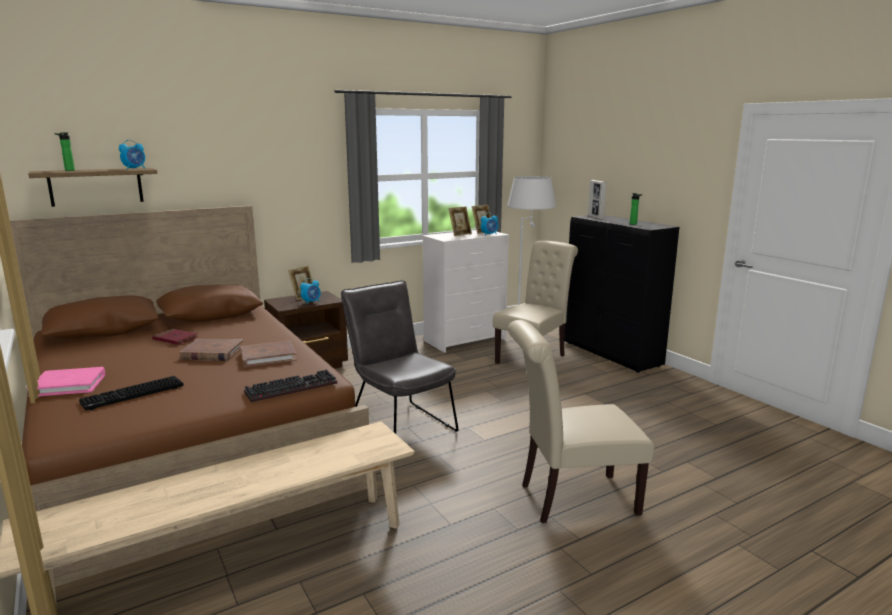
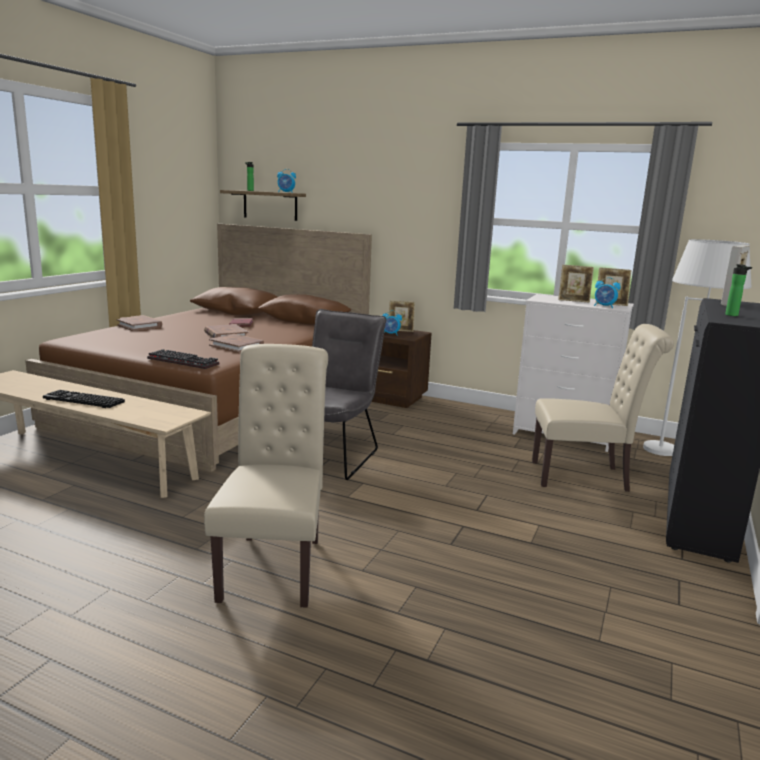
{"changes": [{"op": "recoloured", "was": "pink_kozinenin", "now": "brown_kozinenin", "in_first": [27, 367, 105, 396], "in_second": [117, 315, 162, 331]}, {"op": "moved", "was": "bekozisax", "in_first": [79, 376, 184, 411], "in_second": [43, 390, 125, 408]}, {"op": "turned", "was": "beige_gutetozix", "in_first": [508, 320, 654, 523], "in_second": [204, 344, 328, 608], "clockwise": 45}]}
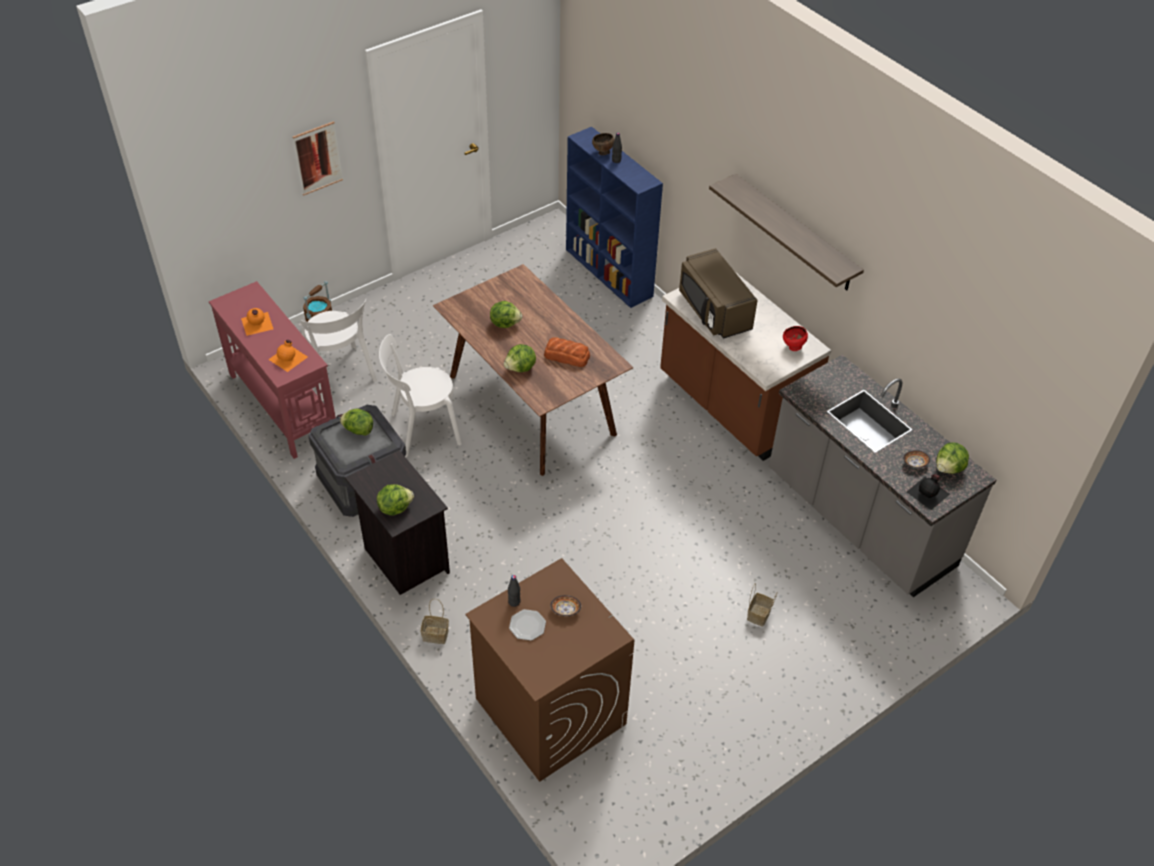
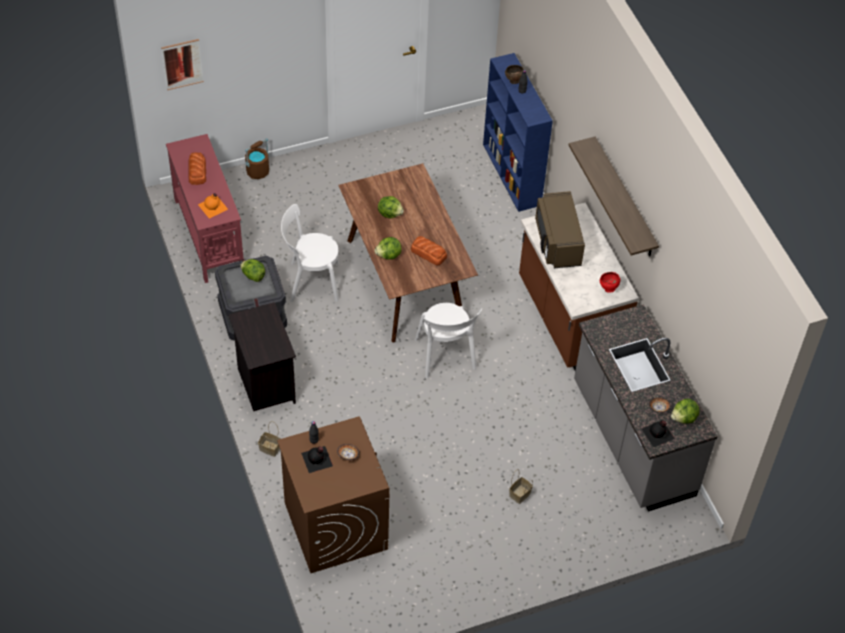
{"changes": [{"op": "replaced", "was": "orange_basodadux", "now": "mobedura", "in_first": [241, 308, 273, 336], "in_second": [188, 152, 206, 185]}, {"op": "moved", "was": "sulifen", "in_first": [292, 121, 343, 196], "in_second": [161, 39, 204, 90]}, {"op": "moved", "was": "white_gutetozix", "in_first": [300, 299, 378, 401], "in_second": [415, 303, 482, 378]}, {"op": "removed", "was": "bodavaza", "in_first": [377, 484, 414, 515]}, {"op": "replaced", "was": "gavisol", "now": "black_basodadux", "in_first": [509, 609, 546, 641], "in_second": [301, 446, 333, 473]}]}
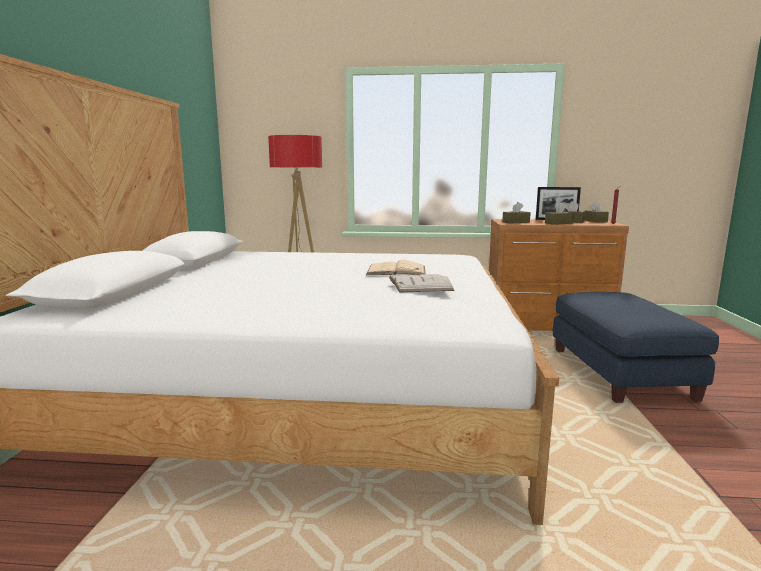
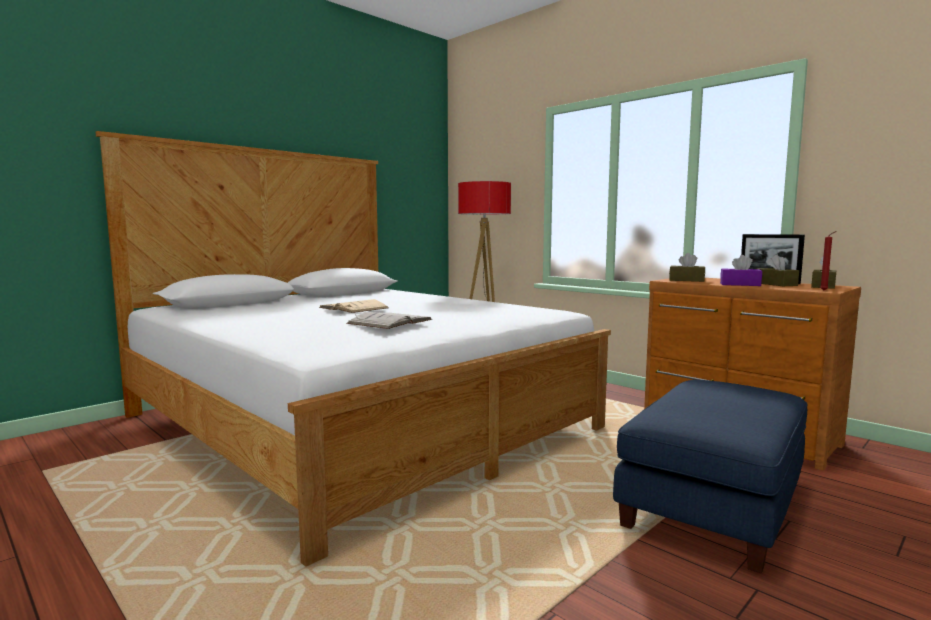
{"changes": [{"op": "moved", "was": "beige_kozinenin", "in_first": [366, 260, 426, 275], "in_second": [319, 299, 388, 313]}, {"op": "recoloured", "was": "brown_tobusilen", "now": "purple_tobusilen", "in_first": [545, 202, 574, 225], "in_second": [720, 255, 762, 286]}]}
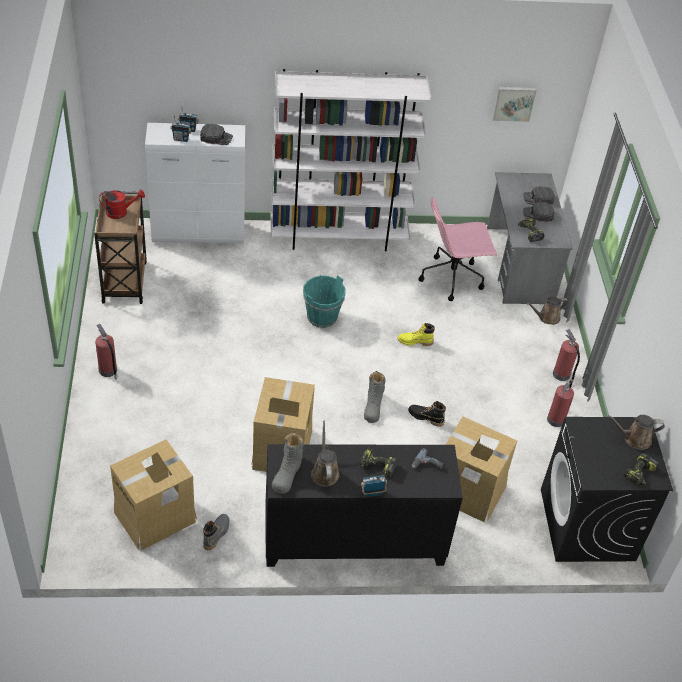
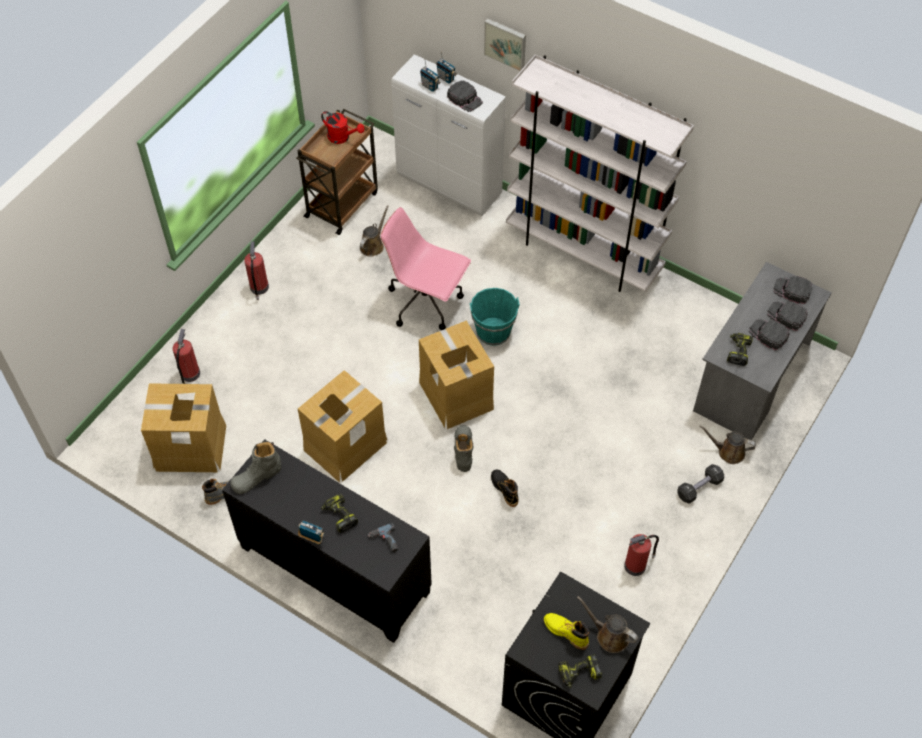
{"changes": [{"op": "moved", "was": "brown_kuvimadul", "in_first": [311, 421, 339, 487], "in_second": [360, 205, 389, 257]}, {"op": "turned", "was": "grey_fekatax", "in_first": [364, 371, 386, 423], "in_second": [454, 425, 473, 472], "clockwise": 135}, {"op": "moved", "was": "yellow_fekatax", "in_first": [397, 323, 435, 346], "in_second": [544, 613, 589, 650]}, {"op": "moved", "was": "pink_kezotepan", "in_first": [419, 196, 497, 301], "in_second": [381, 207, 471, 330]}, {"op": "moved", "was": "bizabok", "in_first": [445, 416, 517, 522], "in_second": [419, 320, 494, 429]}, {"op": "moved", "was": "sulifen", "in_first": [492, 87, 537, 122], "in_second": [484, 18, 526, 71]}, {"op": "moved", "was": "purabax", "in_first": [553, 329, 580, 384], "in_second": [173, 329, 200, 384]}, {"op": "added", "now": "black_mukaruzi", "in_second": [678, 464, 724, 504]}, {"op": "added", "now": "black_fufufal", "in_second": [773, 276, 813, 304]}]}
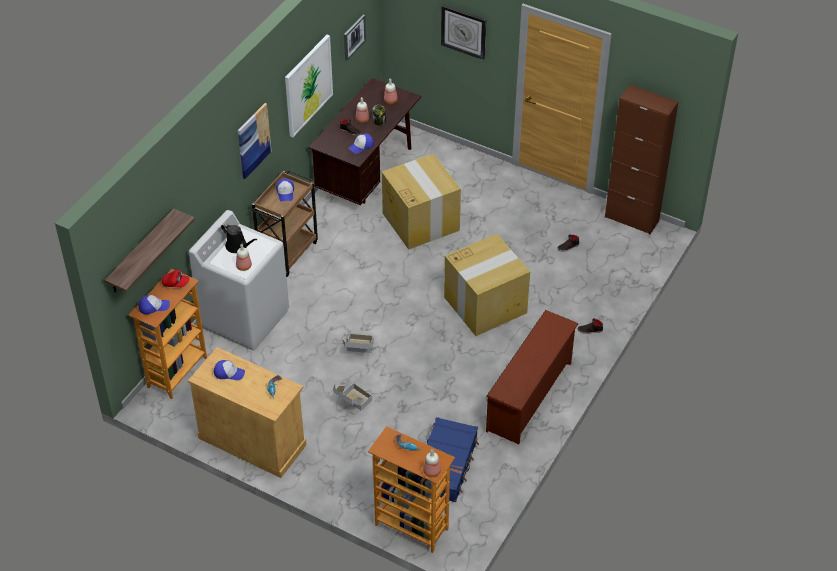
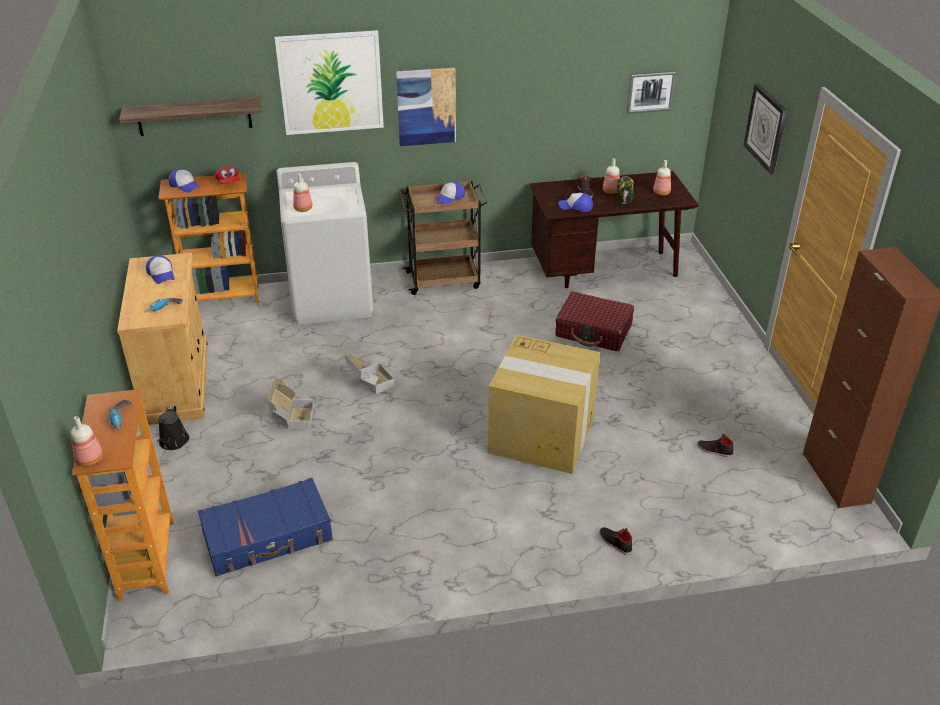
{"changes": [{"op": "moved", "was": "black_kuvimadul", "in_first": [221, 223, 258, 253], "in_second": [157, 405, 189, 450]}, {"op": "moved", "was": "sulifen", "in_first": [285, 35, 333, 137], "in_second": [275, 30, 384, 135]}, {"op": "replaced", "was": "bizabok", "now": "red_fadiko", "in_first": [382, 154, 461, 250], "in_second": [555, 291, 634, 351]}, {"op": "removed", "was": "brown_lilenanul", "in_first": [486, 310, 579, 444]}]}
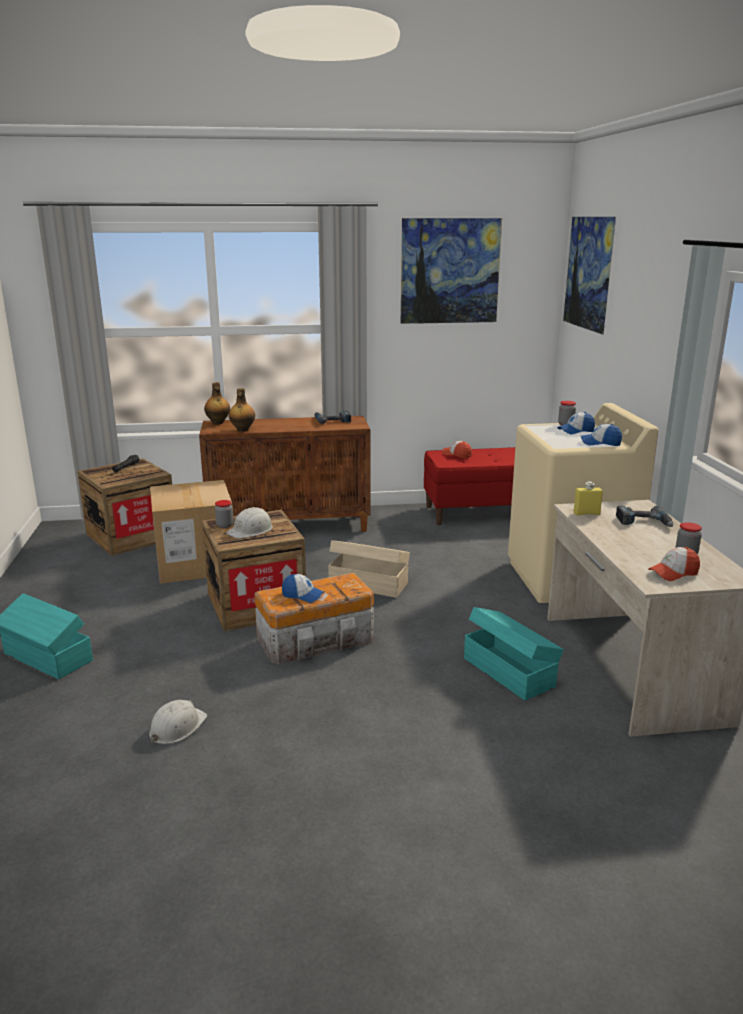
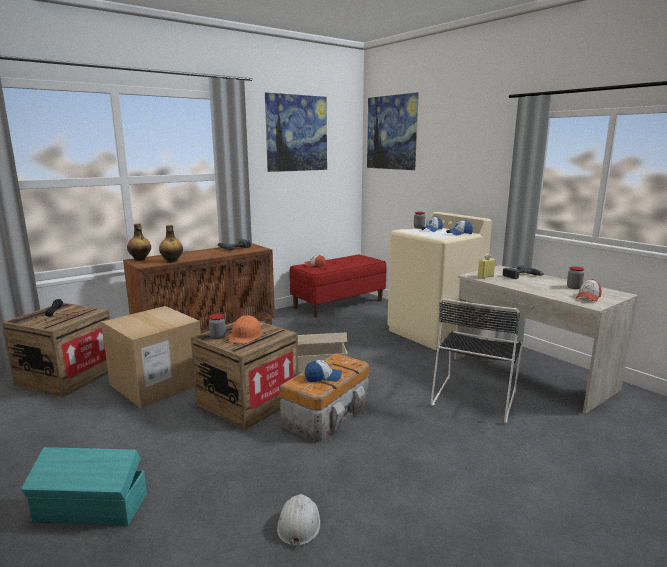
{"changes": [{"op": "recoloured", "was": "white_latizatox", "now": "orange_latizatox", "in_first": [227, 507, 273, 538], "in_second": [229, 315, 263, 343]}, {"op": "replaced", "was": "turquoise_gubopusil", "now": "black_gutetozix", "in_first": [464, 607, 564, 701], "in_second": [431, 298, 523, 423]}]}
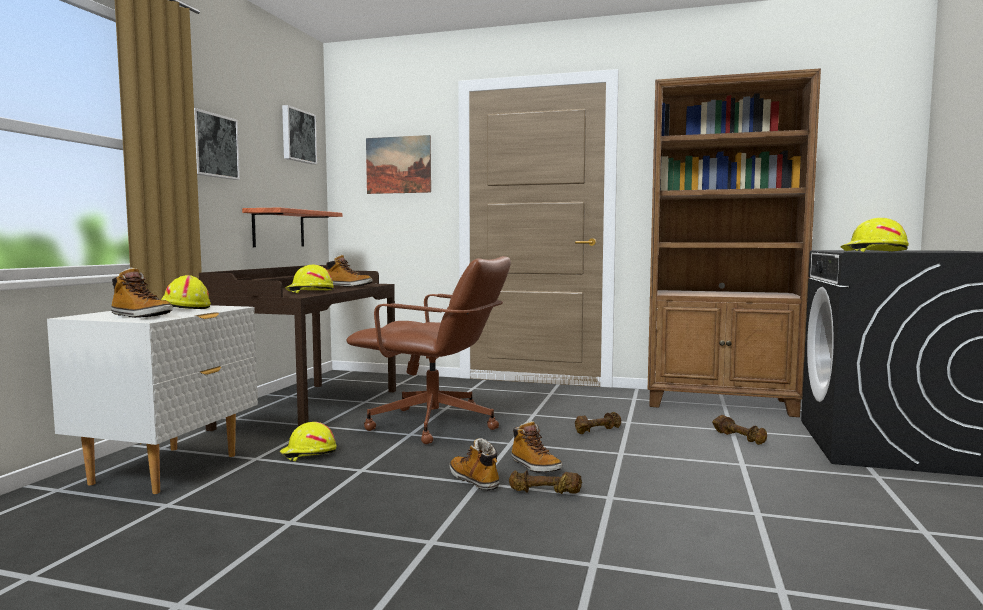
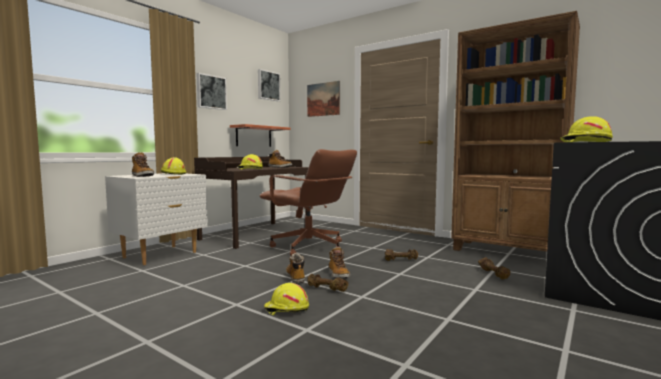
{"changes": [{"op": "moved", "was": "yellow_latizatox", "in_first": [279, 422, 337, 461], "in_second": [264, 283, 309, 315]}]}
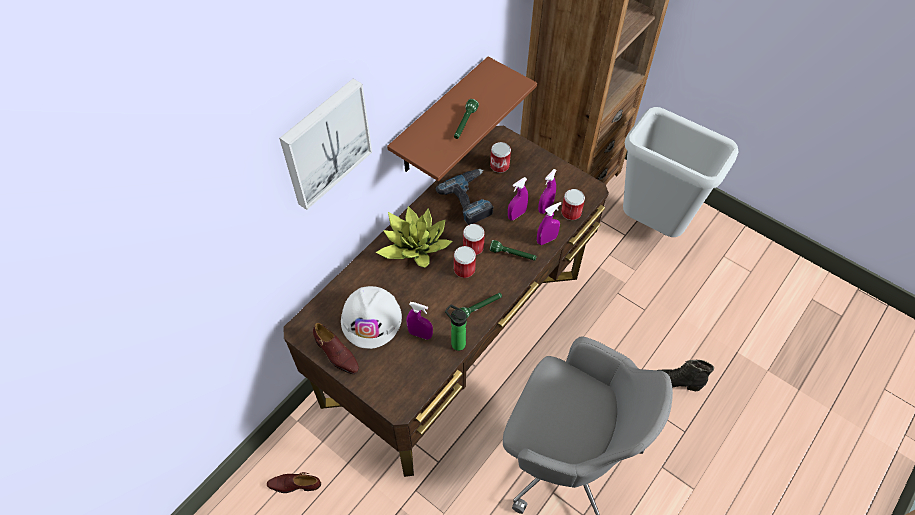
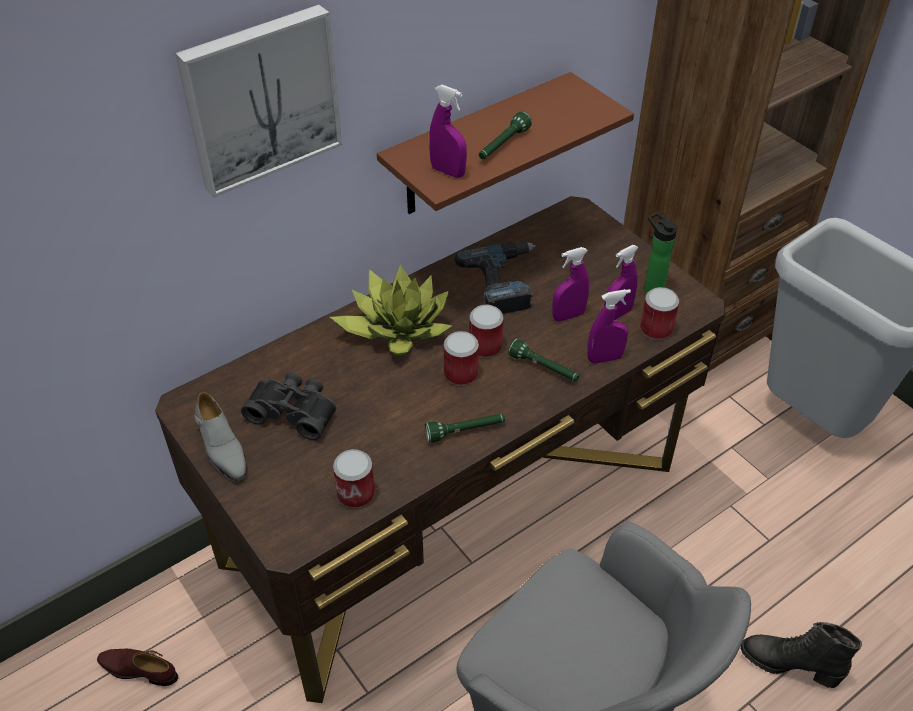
{"changes": [{"op": "recoloured", "was": "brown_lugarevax", "now": "grey_lugarevax", "in_first": [313, 323, 359, 374], "in_second": [194, 392, 247, 481]}, {"op": "replaced", "was": "white_latizatox", "now": "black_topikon", "in_first": [341, 286, 402, 349], "in_second": [241, 373, 336, 440]}, {"op": "moved", "was": "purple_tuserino", "in_first": [407, 302, 433, 340], "in_second": [429, 85, 467, 178]}, {"op": "moved", "was": "basodadux", "in_first": [445, 304, 467, 351], "in_second": [644, 212, 677, 294]}, {"op": "moved", "was": "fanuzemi", "in_first": [490, 142, 511, 173], "in_second": [333, 449, 375, 508]}]}
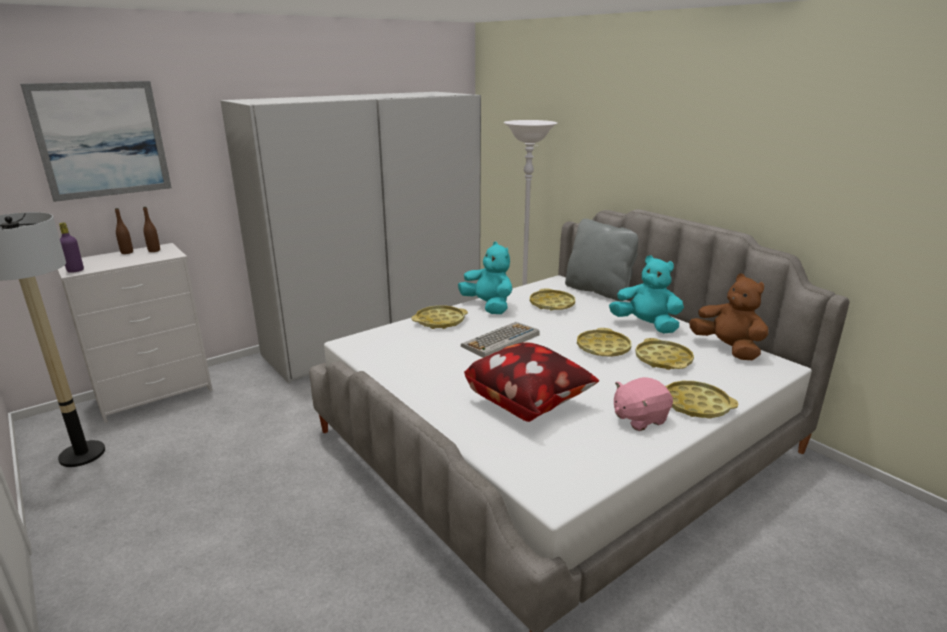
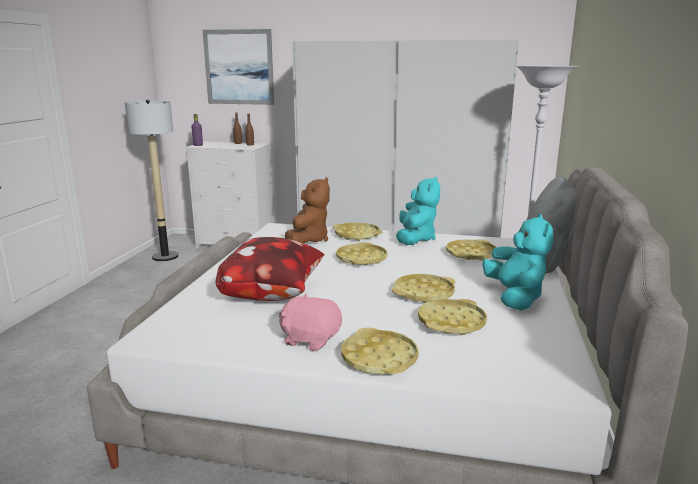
{"changes": [{"op": "replaced", "was": "bekozisax", "now": "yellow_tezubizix", "in_first": [461, 322, 540, 358], "in_second": [336, 242, 388, 265]}, {"op": "moved", "was": "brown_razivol", "in_first": [689, 274, 768, 360], "in_second": [285, 177, 330, 243]}]}
